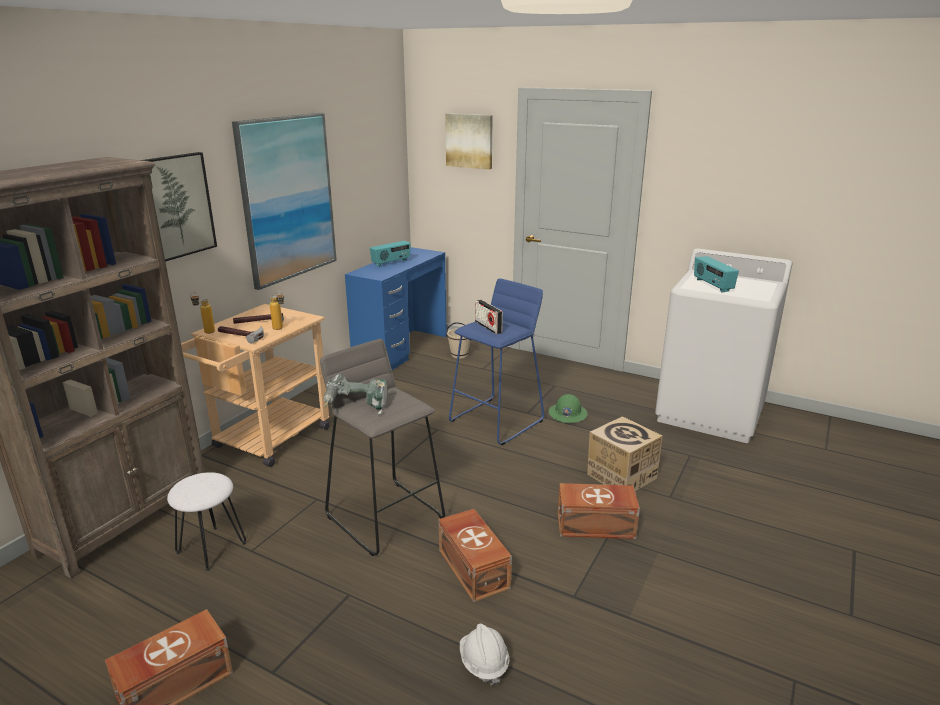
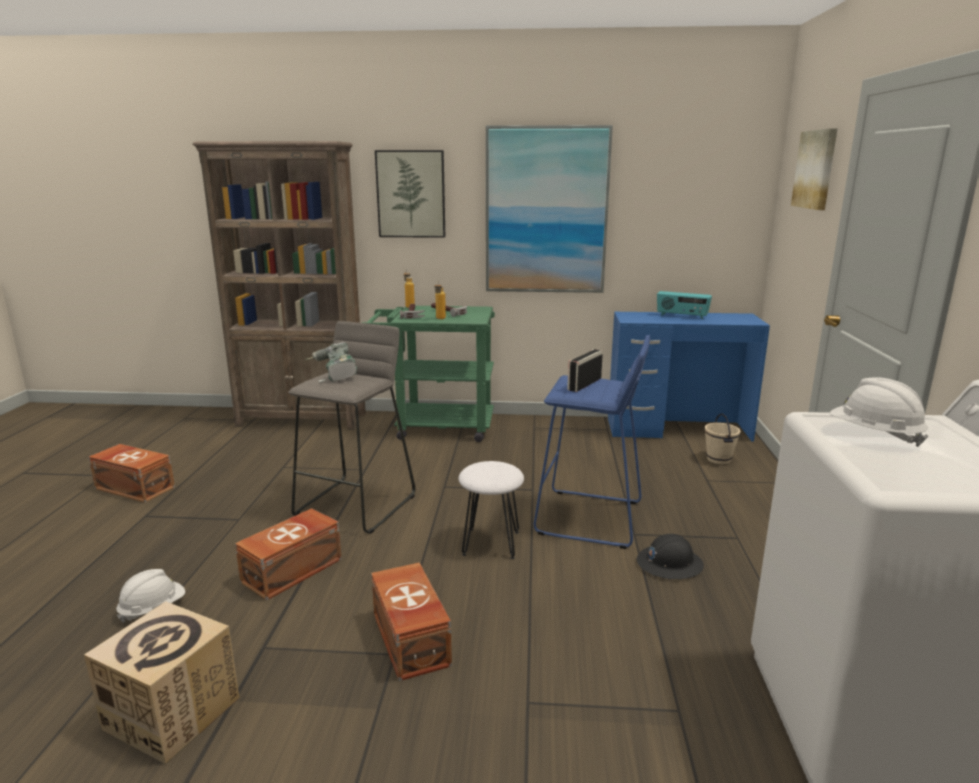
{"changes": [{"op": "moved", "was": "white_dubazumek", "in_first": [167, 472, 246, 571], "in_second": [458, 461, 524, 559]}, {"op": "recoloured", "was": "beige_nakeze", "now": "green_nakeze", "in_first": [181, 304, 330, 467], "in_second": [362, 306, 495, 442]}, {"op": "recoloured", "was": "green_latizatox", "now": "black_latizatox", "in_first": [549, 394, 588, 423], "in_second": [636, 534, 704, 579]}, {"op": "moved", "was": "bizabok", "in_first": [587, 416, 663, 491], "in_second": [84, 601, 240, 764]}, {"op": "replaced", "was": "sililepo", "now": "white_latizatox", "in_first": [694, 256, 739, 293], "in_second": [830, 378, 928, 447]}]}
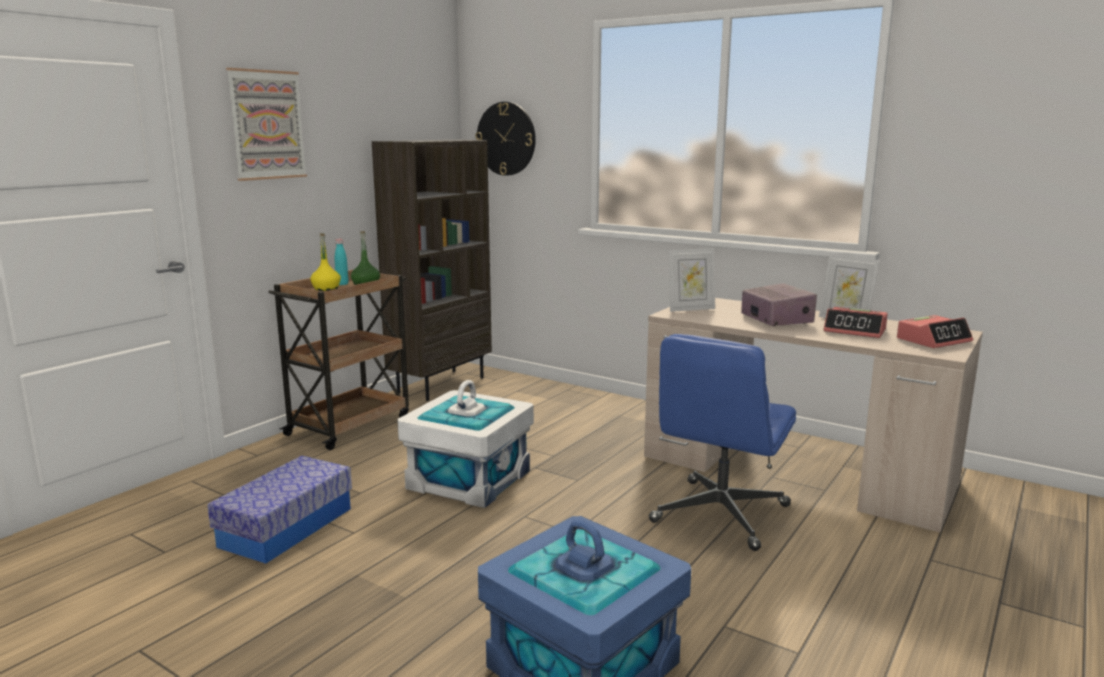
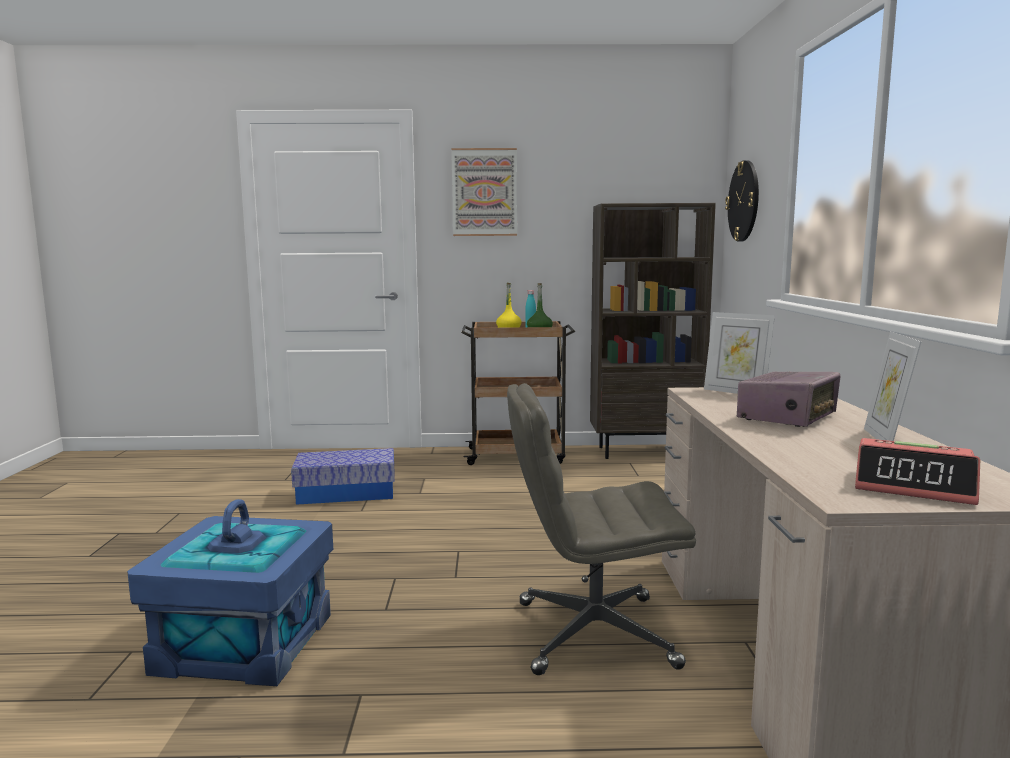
{"changes": [{"op": "removed", "was": "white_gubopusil", "in_first": [397, 380, 534, 508]}, {"op": "recoloured", "was": "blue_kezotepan", "now": "grey_kezotepan", "in_first": [649, 334, 796, 551], "in_second": [507, 383, 696, 675]}, {"op": "removed", "was": "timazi", "in_first": [823, 307, 888, 338]}]}
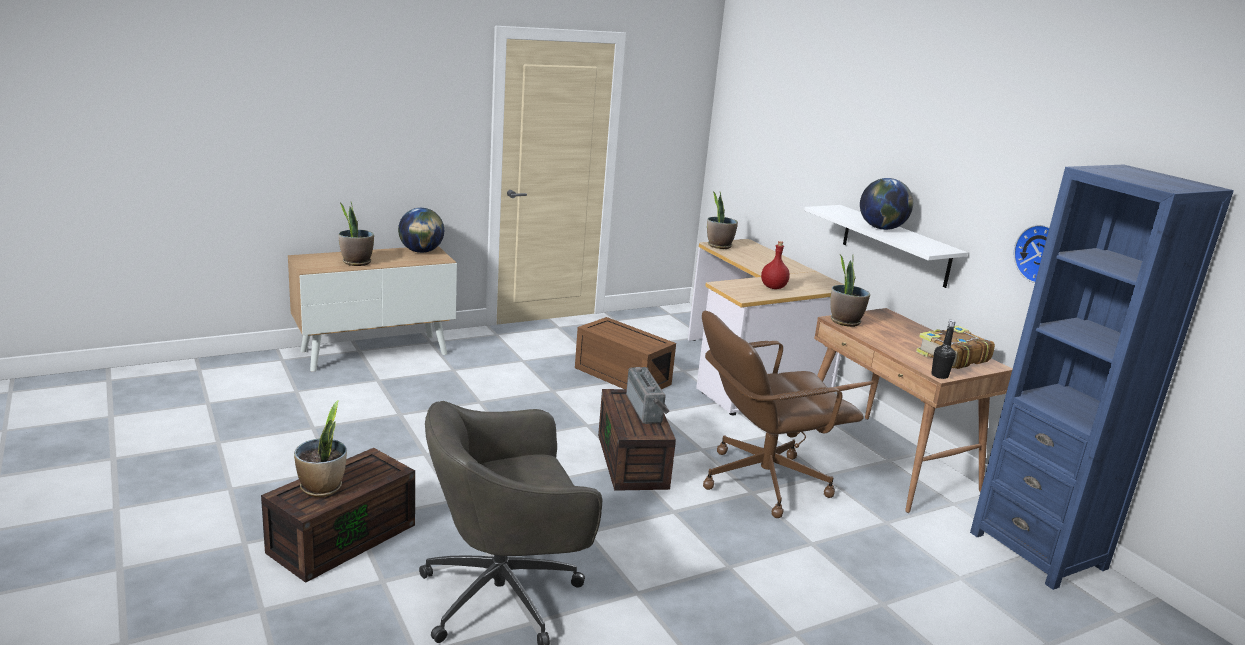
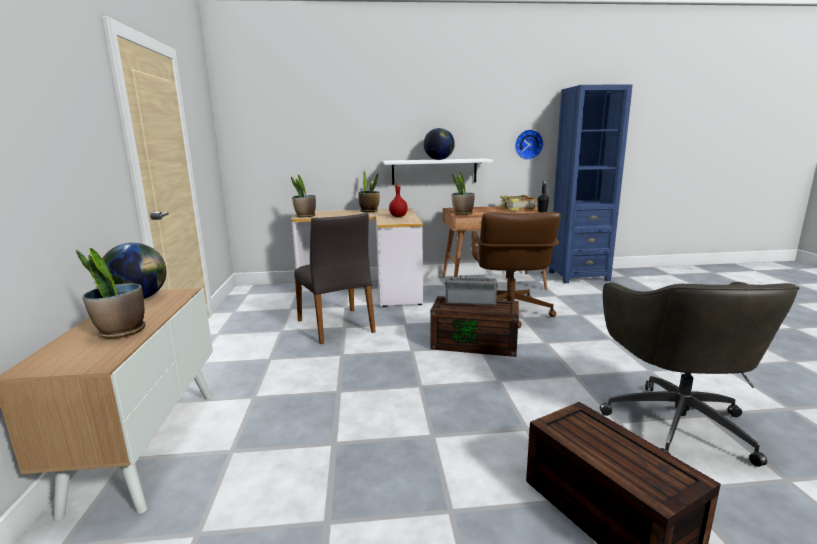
{"changes": [{"op": "moved", "was": "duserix", "in_first": [294, 400, 347, 497], "in_second": [358, 171, 380, 212]}, {"op": "replaced", "was": "brown_gubopusil", "now": "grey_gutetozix", "in_first": [575, 317, 676, 389], "in_second": [294, 213, 376, 344]}]}
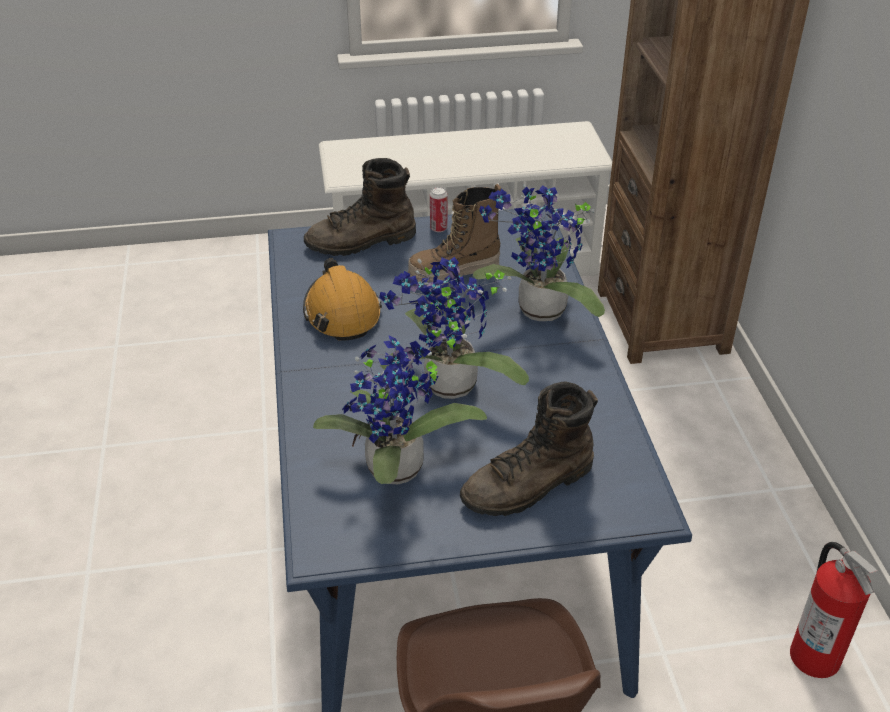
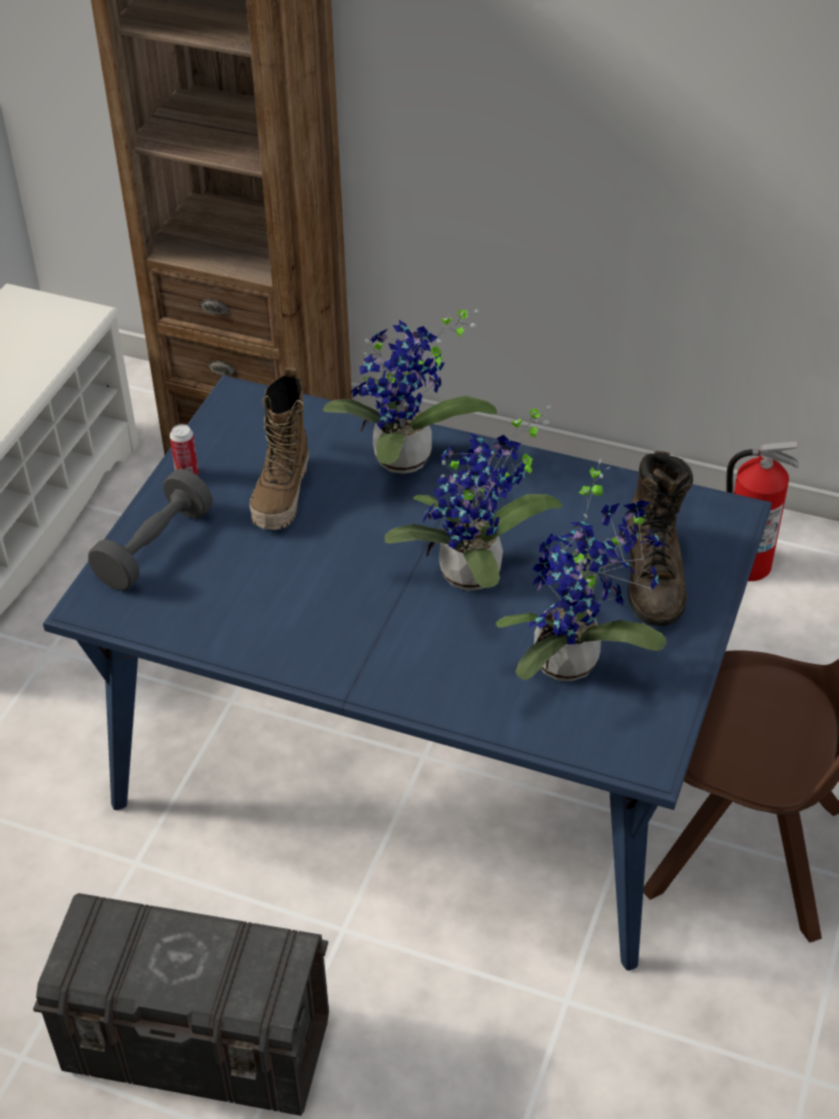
{"changes": [{"op": "removed", "was": "orange_latizatox", "in_first": [303, 258, 382, 341]}, {"op": "replaced", "was": "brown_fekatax", "now": "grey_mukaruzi", "in_first": [304, 158, 416, 256], "in_second": [88, 469, 213, 591]}, {"op": "added", "now": "grey_gubopusil", "in_second": [33, 893, 329, 1116]}]}
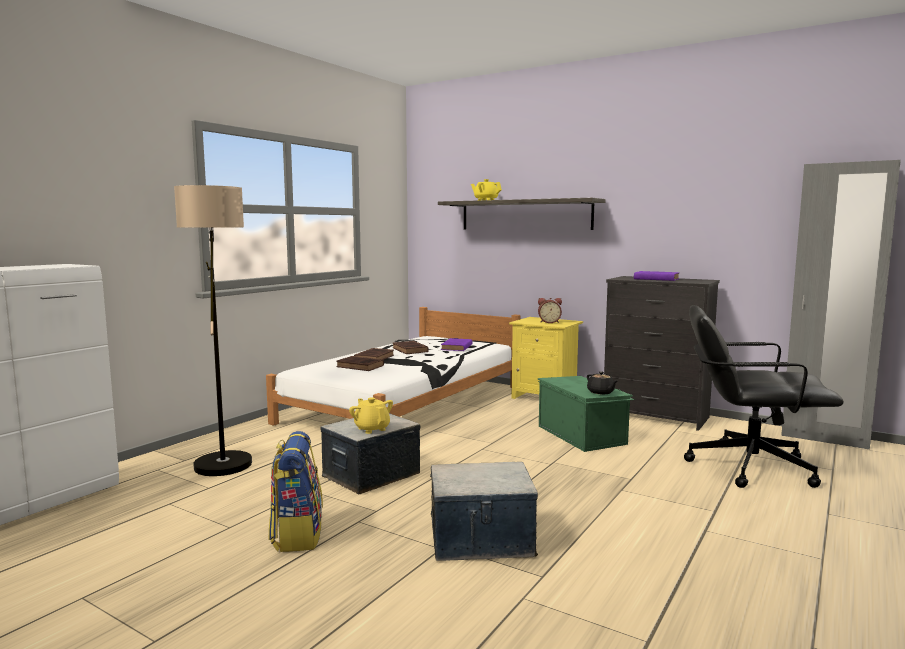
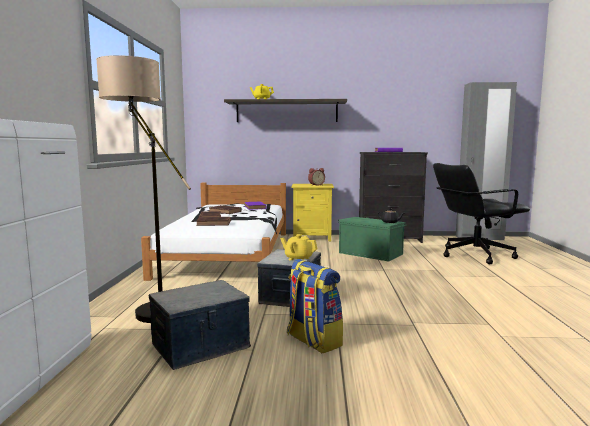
{"changes": [{"op": "moved", "was": "gubopusil", "in_first": [430, 462, 538, 561], "in_second": [149, 280, 251, 370]}]}
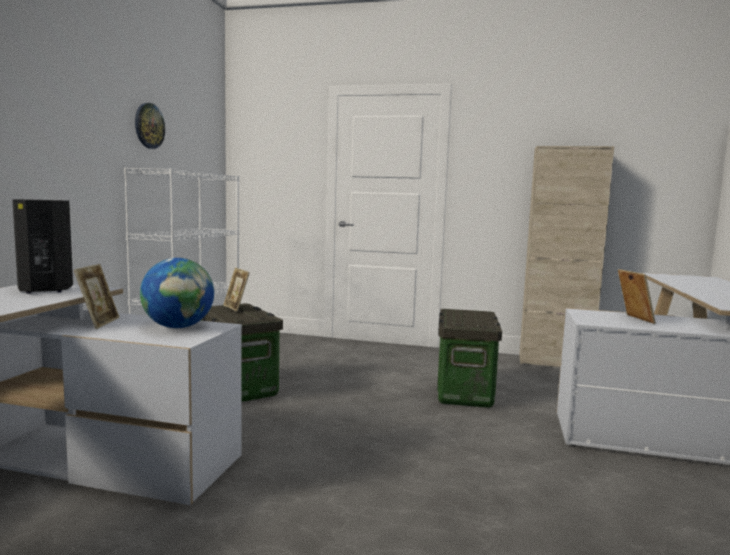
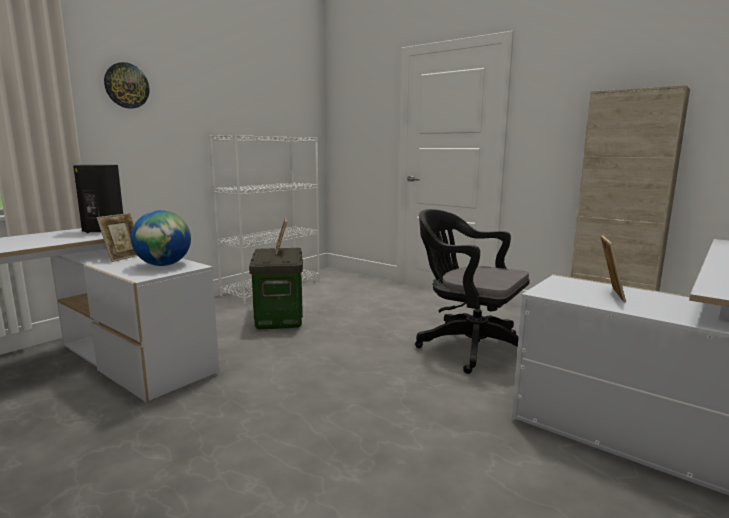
{"changes": [{"op": "moved", "was": "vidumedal", "in_first": [135, 103, 165, 149], "in_second": [104, 62, 149, 109]}, {"op": "replaced", "was": "gubopusil", "now": "black_kezotepan", "in_first": [437, 309, 502, 408], "in_second": [415, 209, 530, 374]}]}
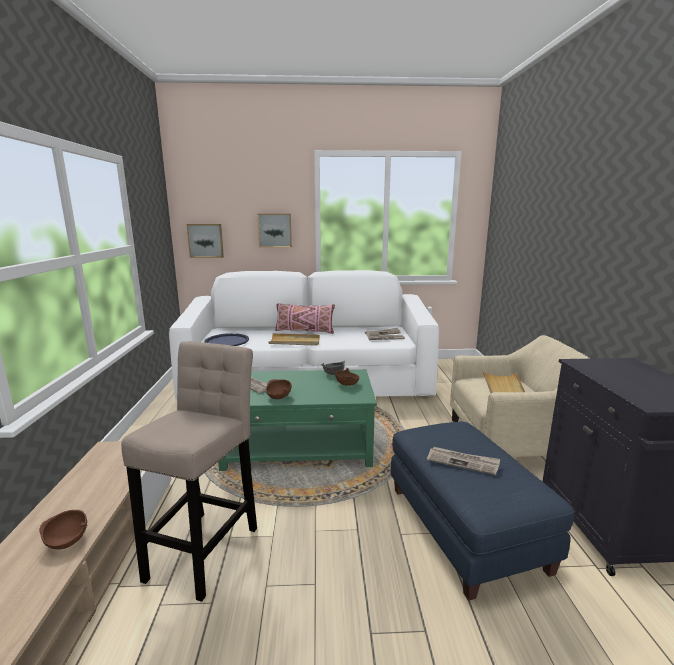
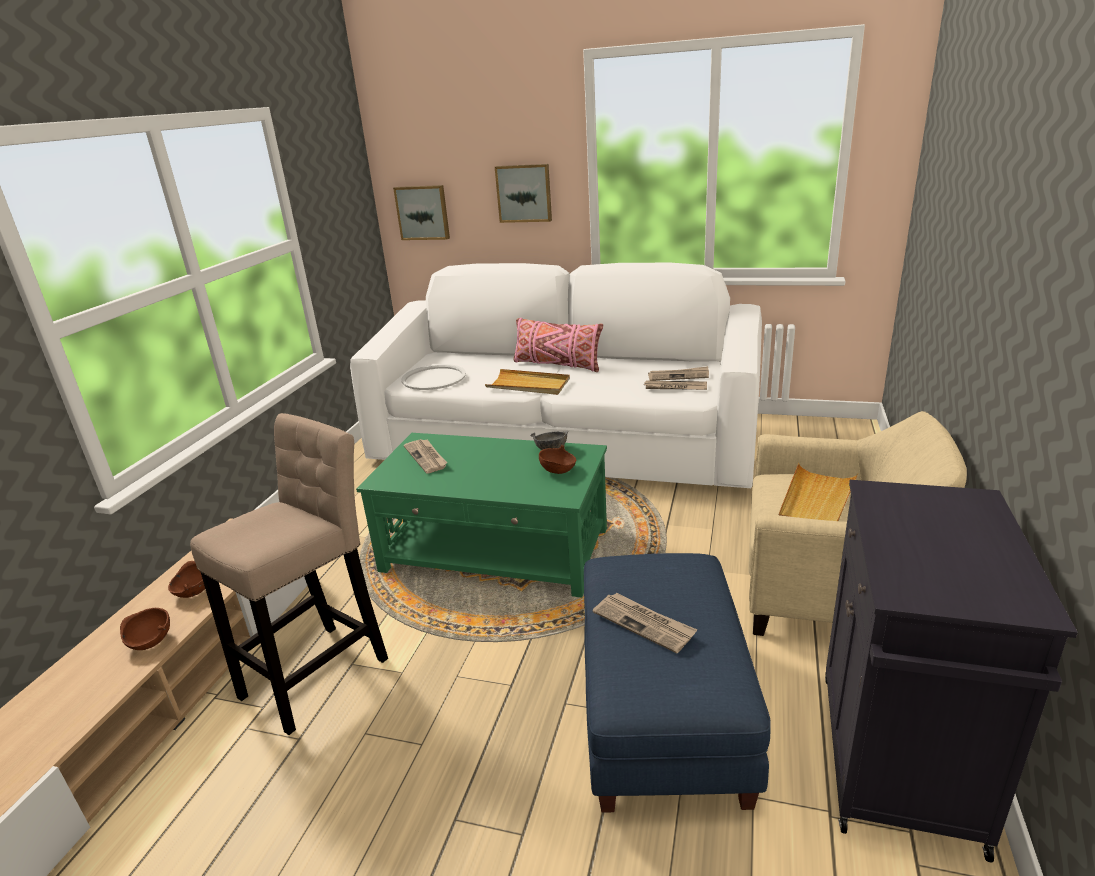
{"changes": [{"op": "recoloured", "was": "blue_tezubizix", "now": "white_tezubizix", "in_first": [205, 333, 249, 346], "in_second": [401, 364, 466, 390]}, {"op": "moved", "was": "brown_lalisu", "in_first": [266, 379, 292, 399], "in_second": [168, 561, 205, 598]}]}
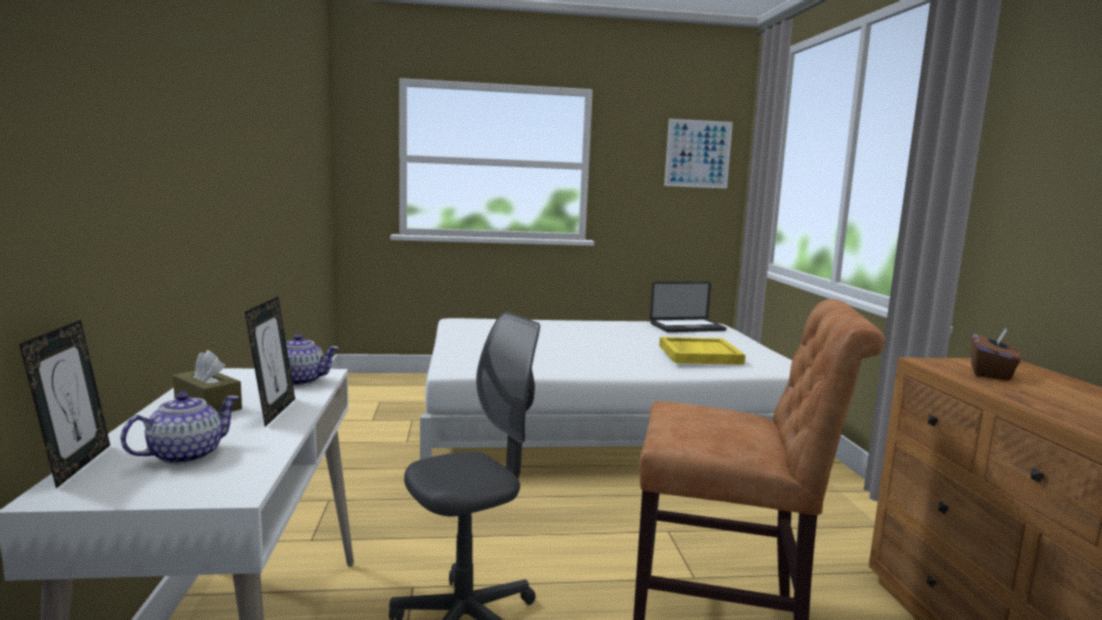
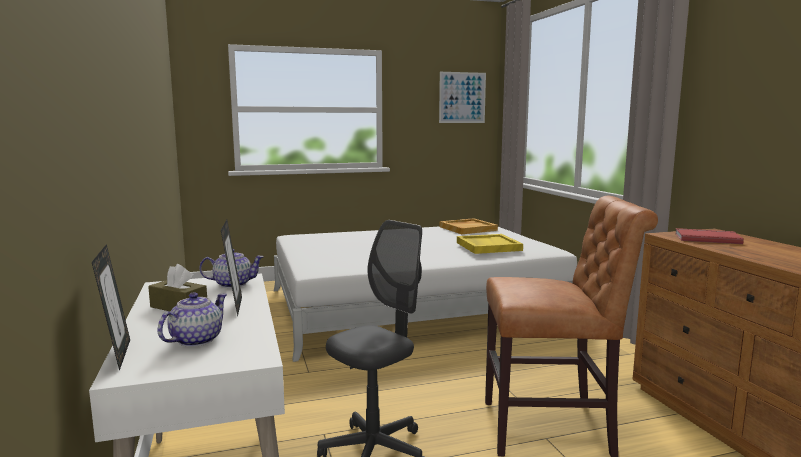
{"changes": [{"op": "replaced", "was": "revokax", "now": "beige_tezubizix", "in_first": [650, 282, 727, 332], "in_second": [440, 218, 498, 234]}, {"op": "replaced", "was": "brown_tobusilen", "now": "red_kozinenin", "in_first": [971, 328, 1021, 381], "in_second": [675, 228, 744, 244]}]}
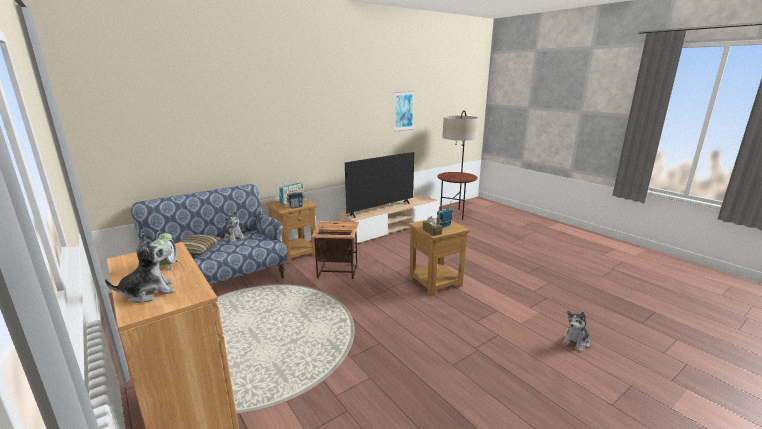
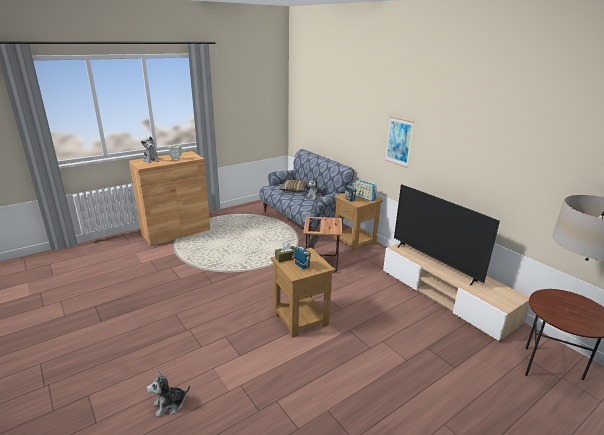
{"changes": [{"op": "moved", "was": "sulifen", "in_first": [394, 91, 415, 132], "in_second": [385, 117, 414, 168]}, {"op": "turned", "was": "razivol", "in_first": [562, 310, 590, 352], "in_second": [146, 371, 190, 417], "clockwise": -75}]}
